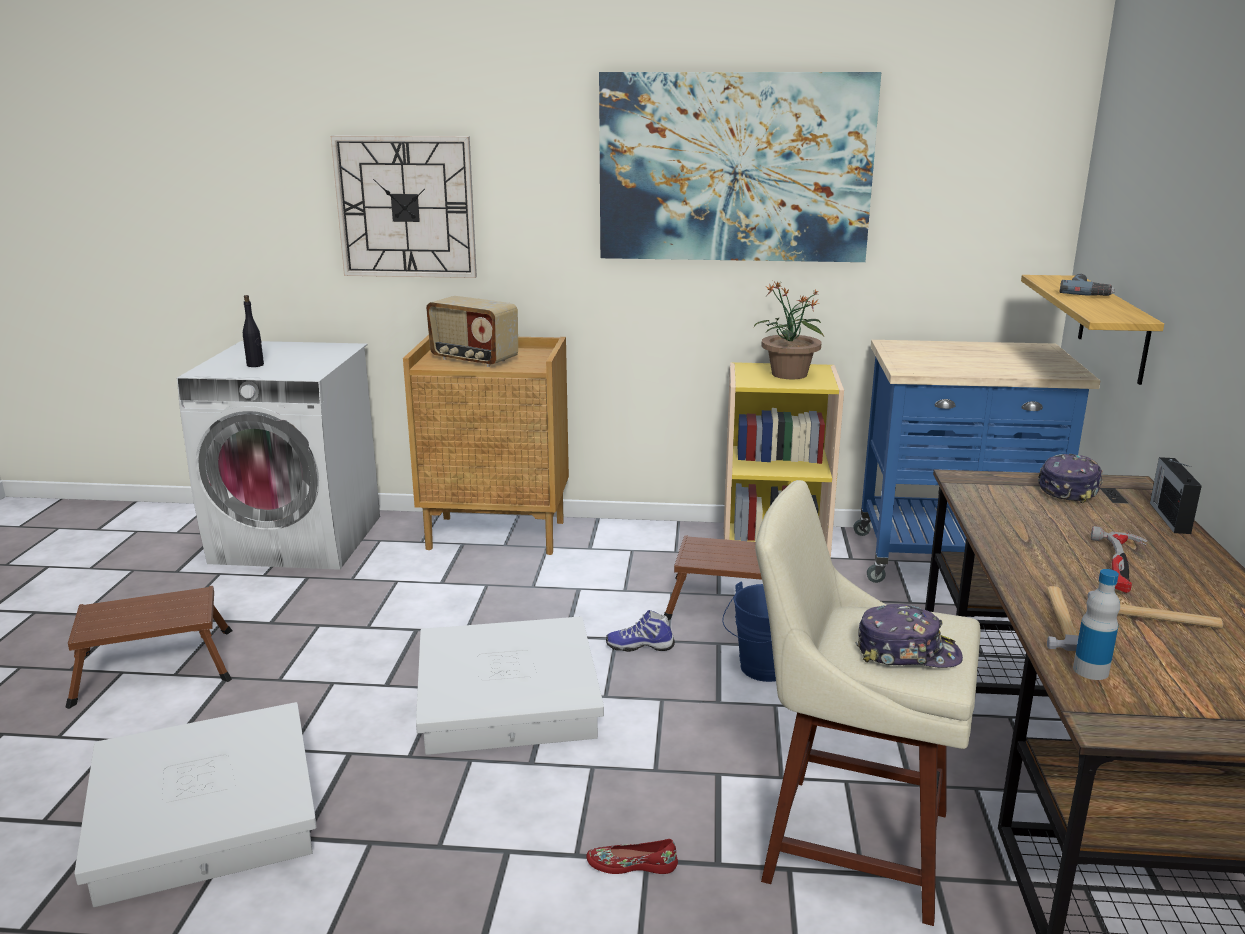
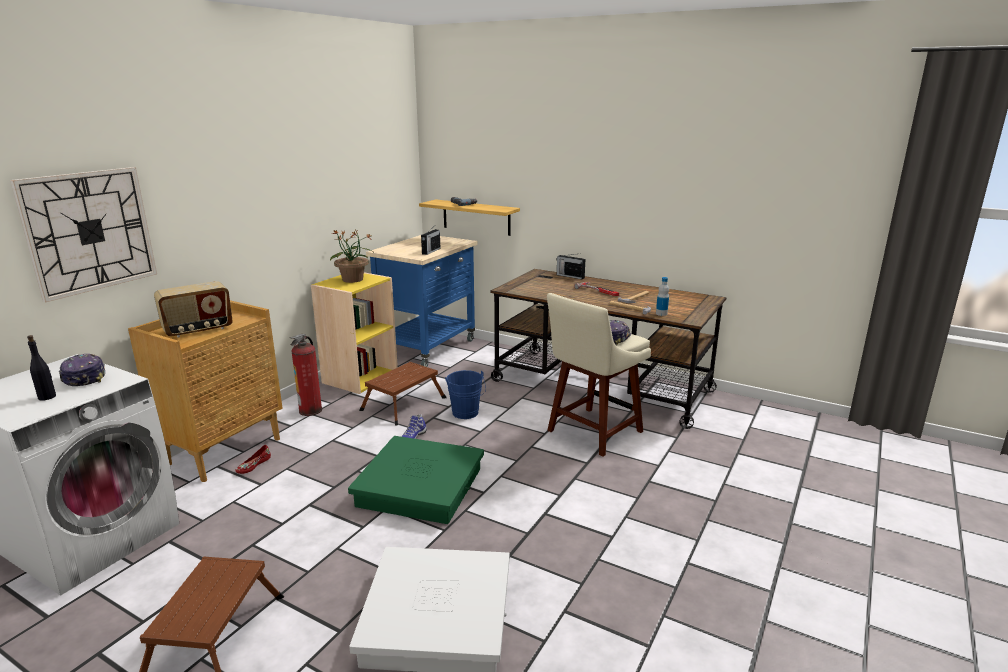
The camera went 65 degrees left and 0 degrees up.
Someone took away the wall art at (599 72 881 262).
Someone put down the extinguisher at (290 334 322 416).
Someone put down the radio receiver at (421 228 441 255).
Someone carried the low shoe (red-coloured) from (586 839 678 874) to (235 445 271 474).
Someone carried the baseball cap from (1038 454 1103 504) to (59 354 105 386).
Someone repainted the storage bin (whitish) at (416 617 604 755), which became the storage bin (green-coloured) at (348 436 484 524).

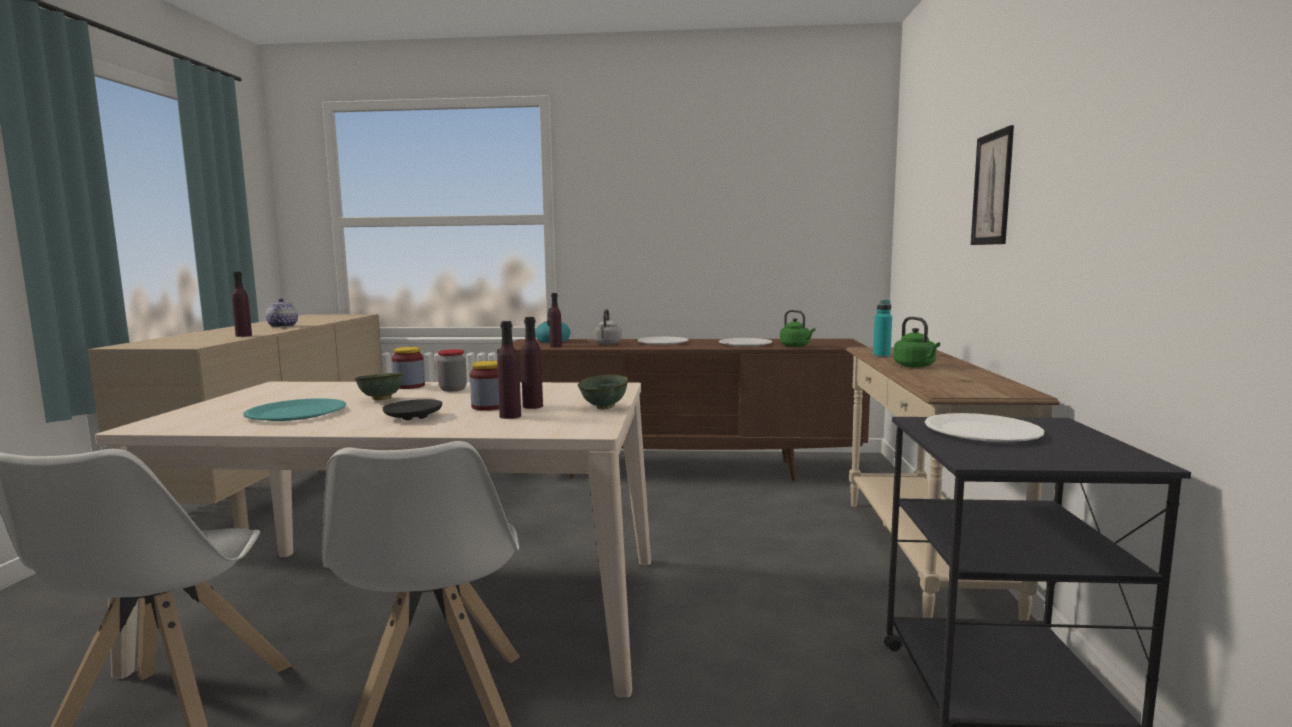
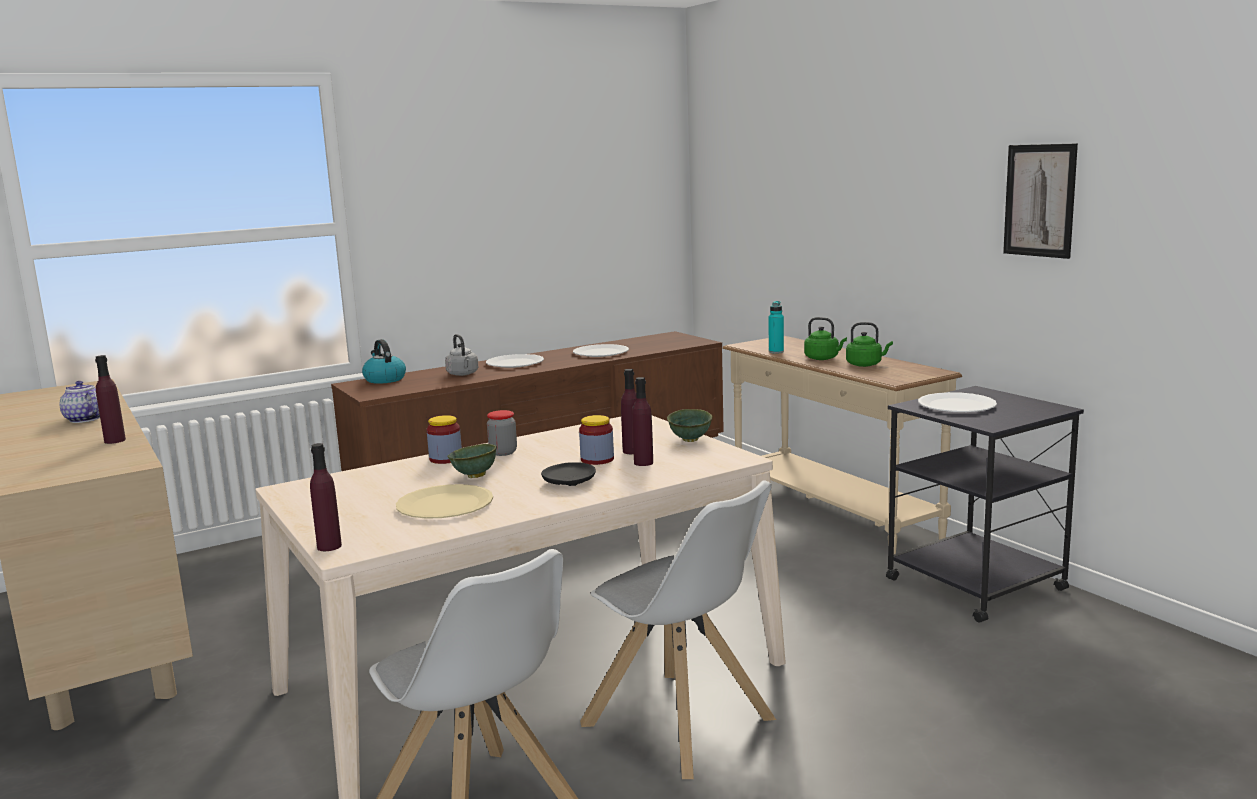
The camera went 35 degrees left and 5 degrees up.
Someone carried the bottle (purplish) from (549 293 562 348) to (310 443 342 551).
Someone carried the tea kettle (green-coloured) from (780 310 815 347) to (846 322 893 367).
Someone carried the wall art from (971 125 1014 245) to (1003 143 1078 259).
Someone repainted the dinner plate (blue-green) at (243 398 346 421), which became the dinner plate (sand-coloured) at (396 484 493 519).

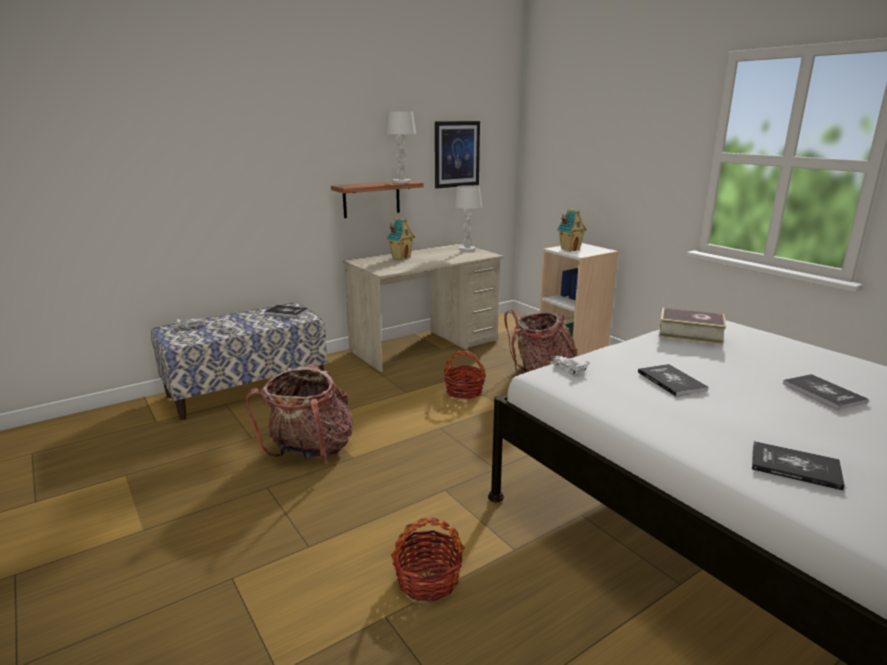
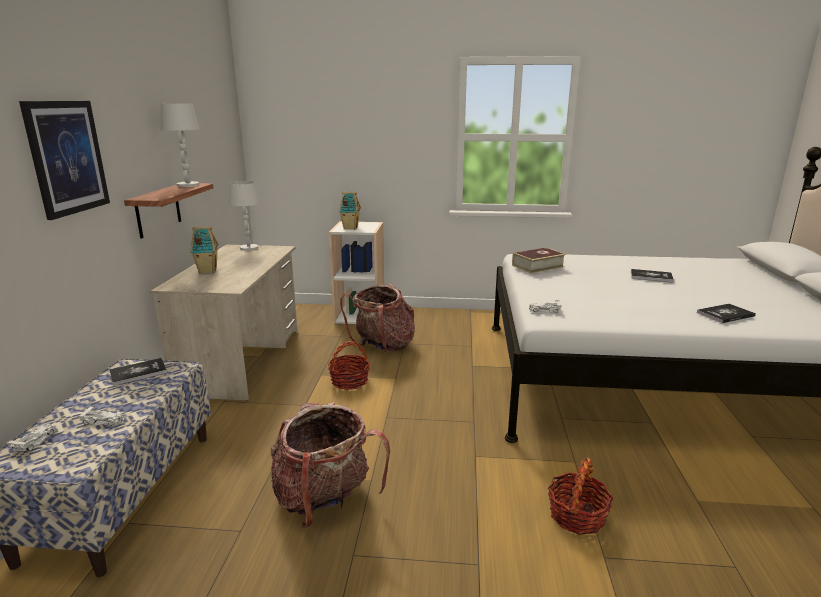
The camera went 50 degrees left and 0 degrees up.
Someone took away the volume at (638 364 709 397).
Someone carried the wall art from (435 121 480 188) to (19 101 110 220).

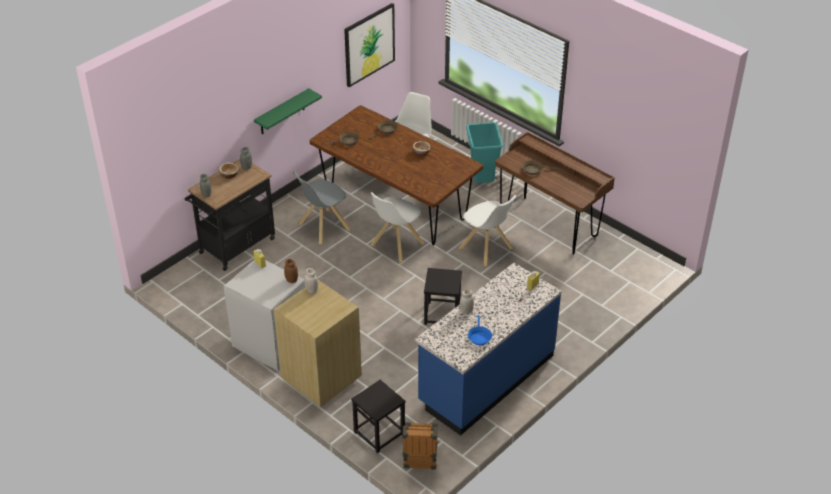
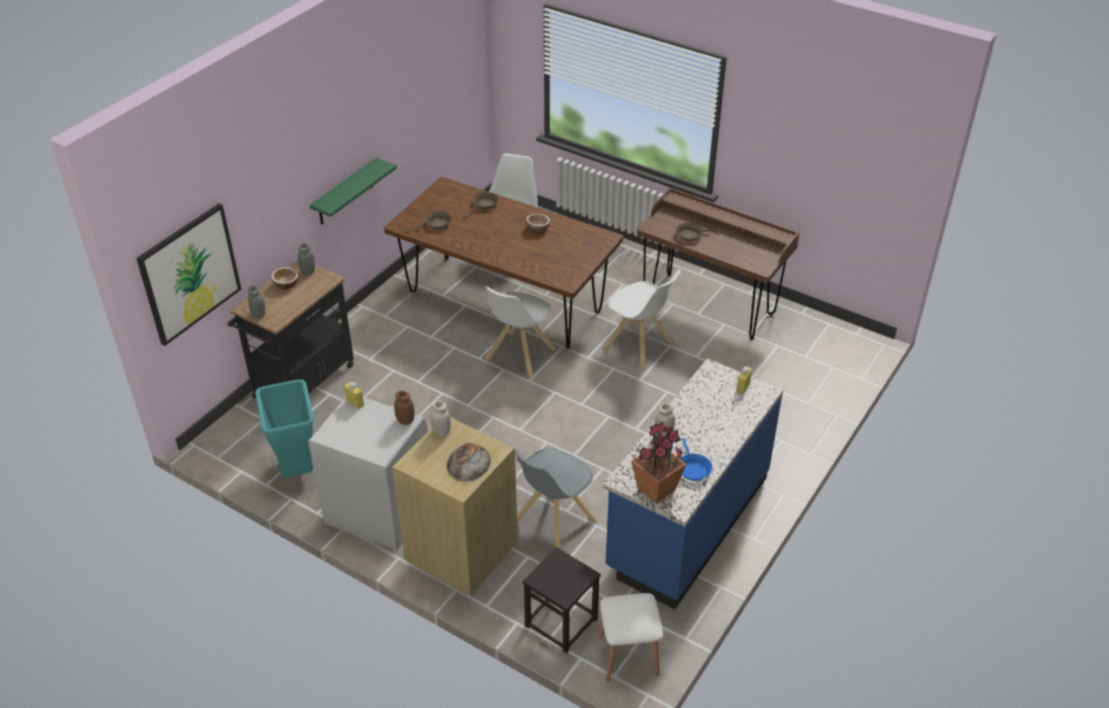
The camera went 10 degrees left and 0 degrees up.
Someone took away the stool (black) at (424 268 462 325).
Someone put down the baked bread at (446 443 491 482).
Someone put down the houseplant at (631 422 686 504).
Someone carried the plain chair (grey) from (293 171 351 244) to (515 448 597 549).
Someone carried the wall art from (344 3 395 87) to (136 203 241 346).
Someone carried the rubbish bin (blue-green) from (466 122 503 183) to (255 379 314 477).
Someone swapped the packing crate at (402 422 438 469) for the stool (whitish) at (599 593 663 681).

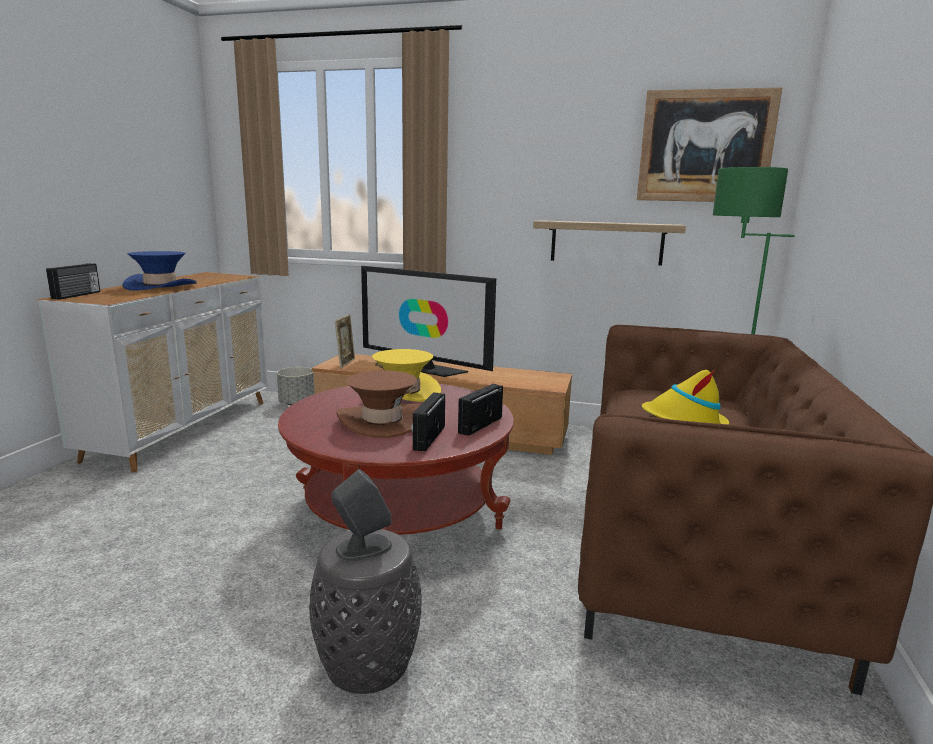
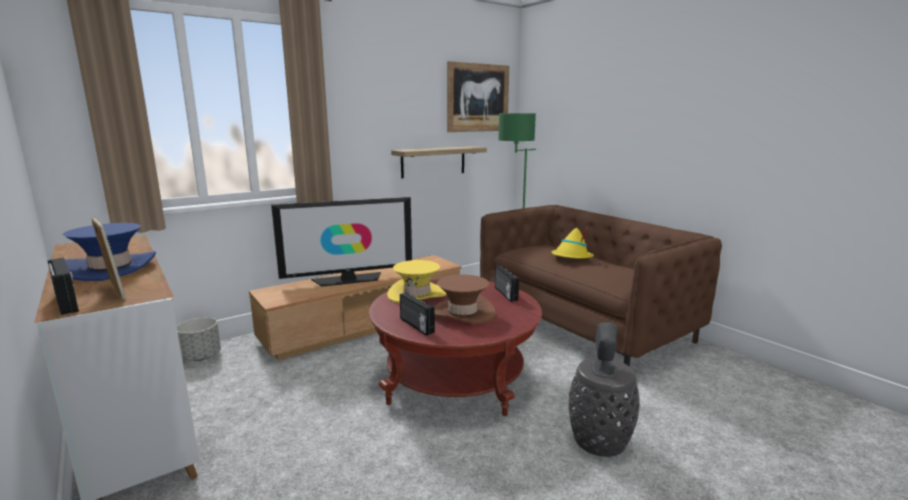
The camera went 50 degrees left and 0 degrees up.
Someone carried the photo frame from (335 314 355 369) to (92 218 126 299).
Someone carried the radio receiver from (411 392 445 451) to (400 292 435 336).

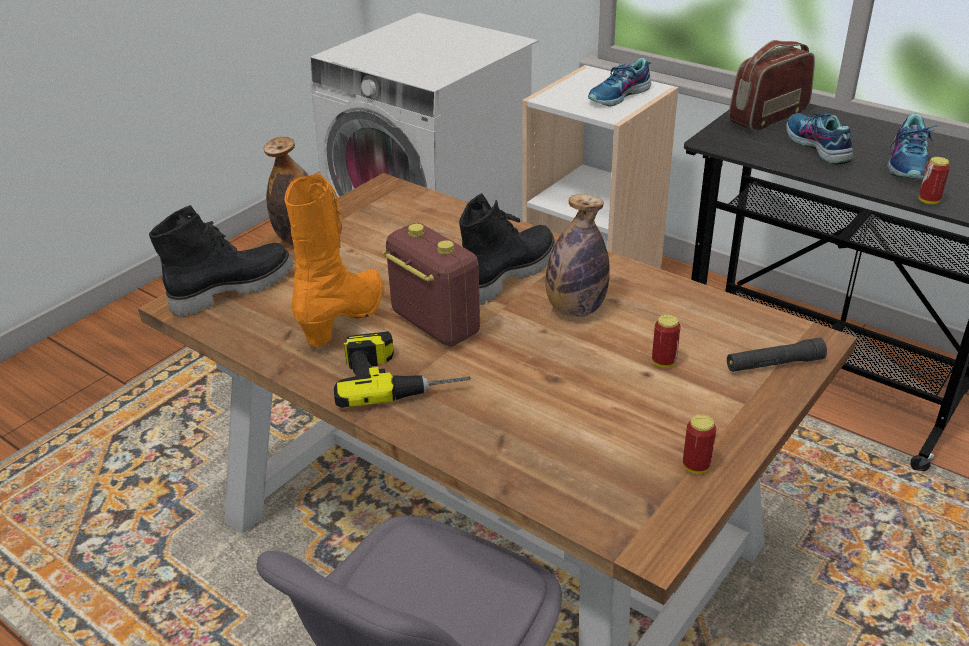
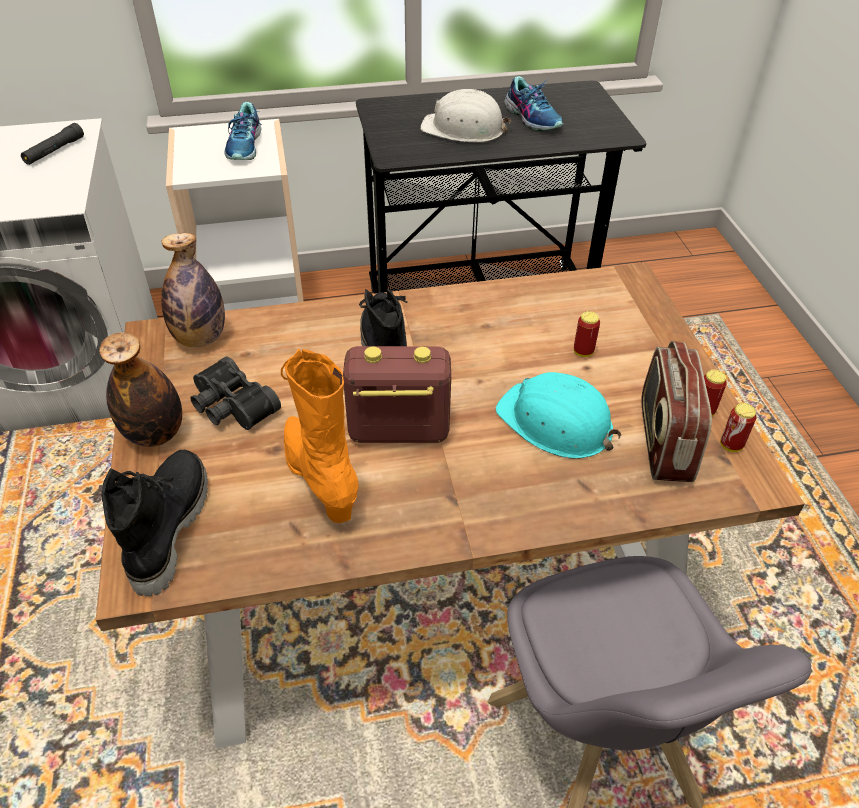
The camera went 50 degrees left and 10 degrees up.
Someone took away the drill at (334 331 471 408).
Someone put down the binoculars (black) at (190 356 281 430).
Someone put down the safety helmet (blue-green) at (495 372 622 459).
Someone carried the bottle from (546 194 610 317) to (161 233 225 347).
Someone carried the hand torch (black) from (727 338 827 372) to (21 123 84 165).
Someone carried the radio receiver from (729 40 815 131) to (641 341 712 482).
Someone carried the can from (918 157 950 204) to (720 403 757 452).
Someone swapped the low shoe at (786 113 854 164) for the safety helmet (whitish) at (420 89 511 143).

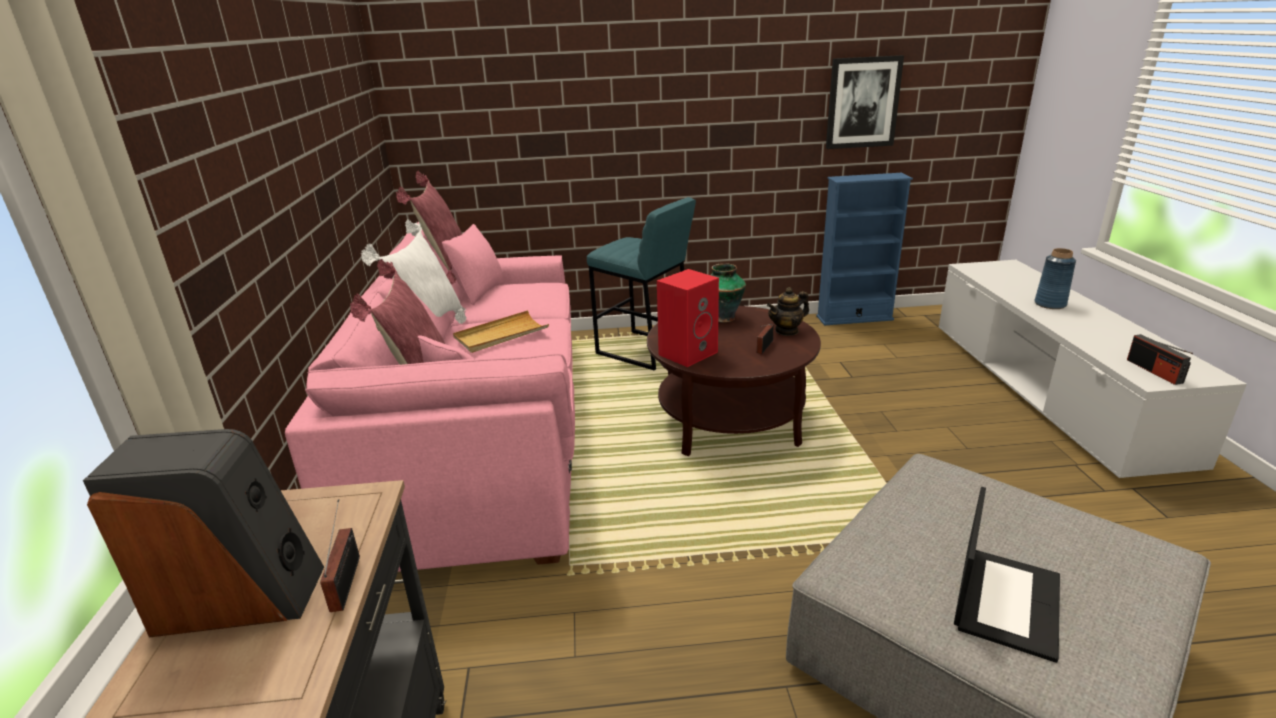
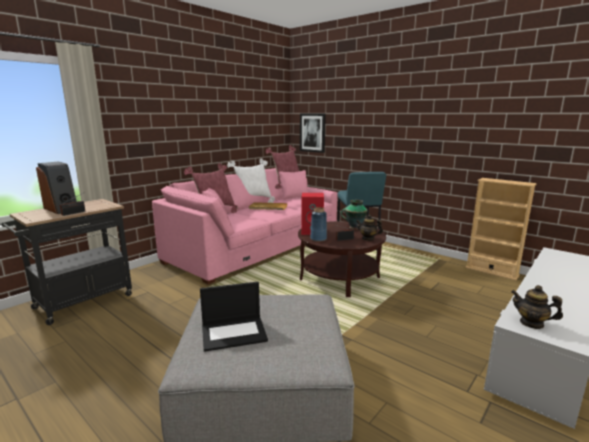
The camera went 45 degrees right and 10 degrees down.
Someone carried the wall art from (826 55 904 149) to (300 114 326 153).
Someone carried the vase (bluish) from (1034 248 1076 309) to (310 207 327 242).
Someone swapped the radio receiver at (1127 334 1193 385) for the pot for tea at (511 285 563 329).
Someone repainted the shelving unit (bluish) at (816 173 913 325), which became the shelving unit (sand-coloured) at (465 178 537 280).

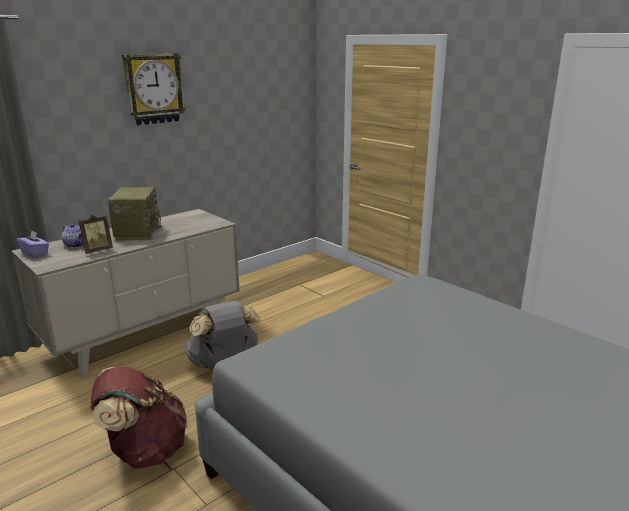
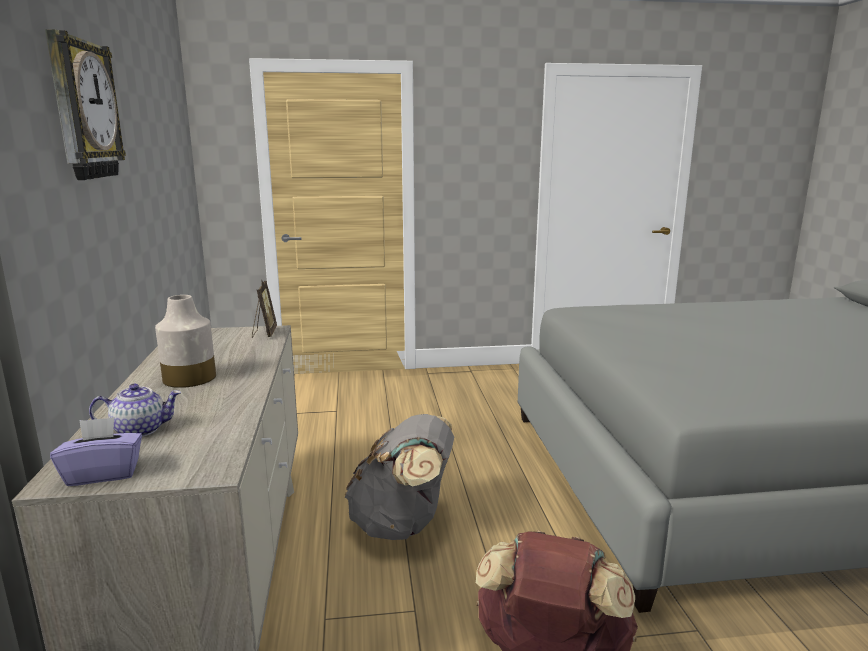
The camera went 55 degrees left and 5 degrees down.
Someone carried the photo frame from (79 215 113 254) to (252 279 277 338).
Someone swapped the radio receiver at (108 187 162 241) for the vase (sand-coloured) at (155 295 216 388).

